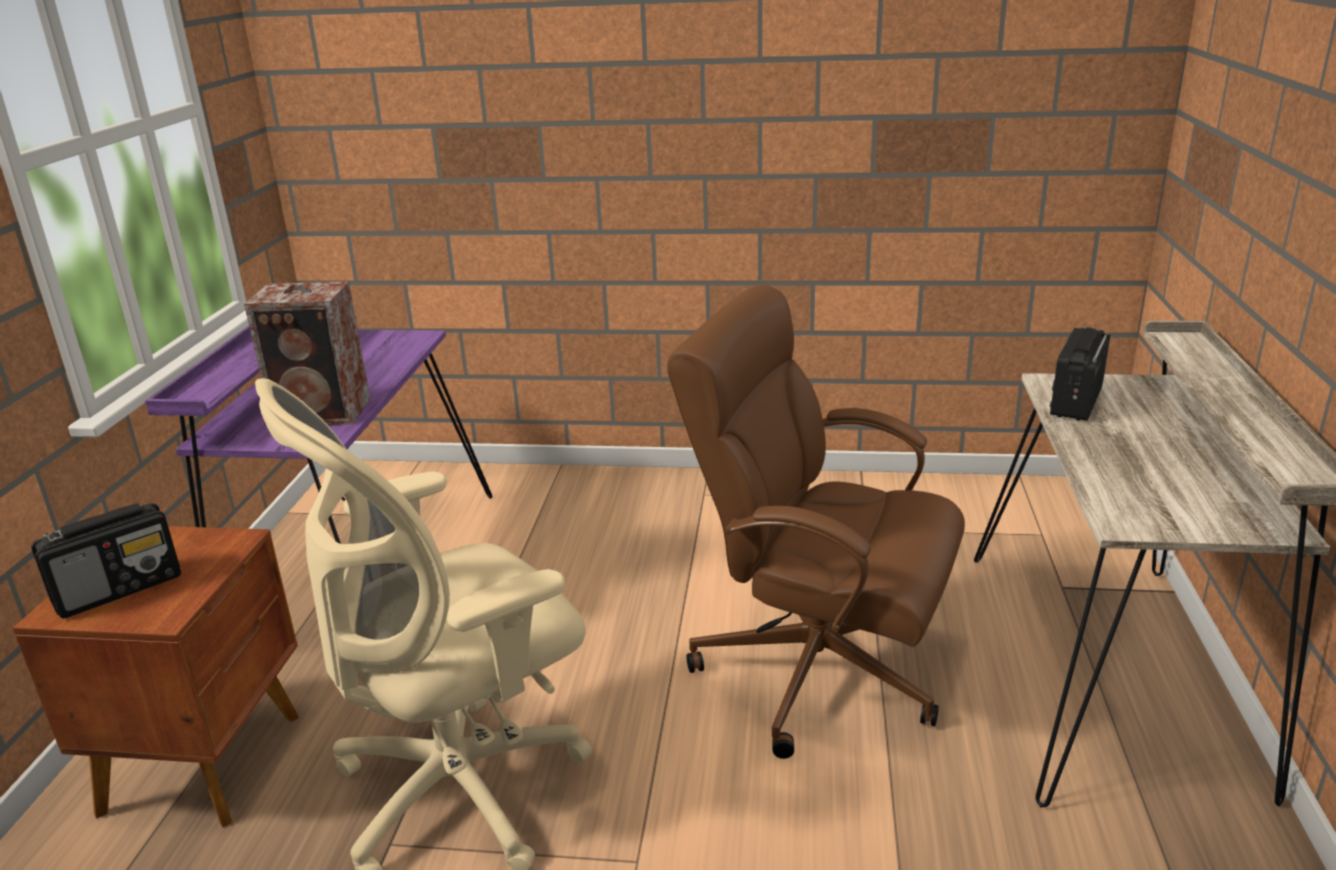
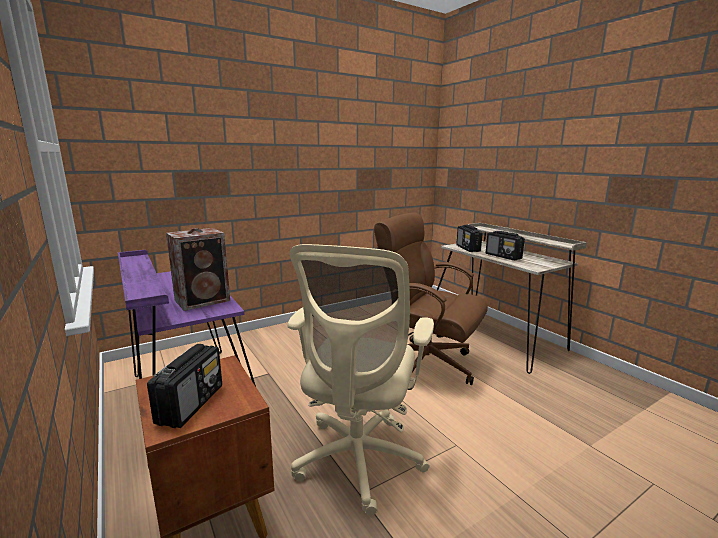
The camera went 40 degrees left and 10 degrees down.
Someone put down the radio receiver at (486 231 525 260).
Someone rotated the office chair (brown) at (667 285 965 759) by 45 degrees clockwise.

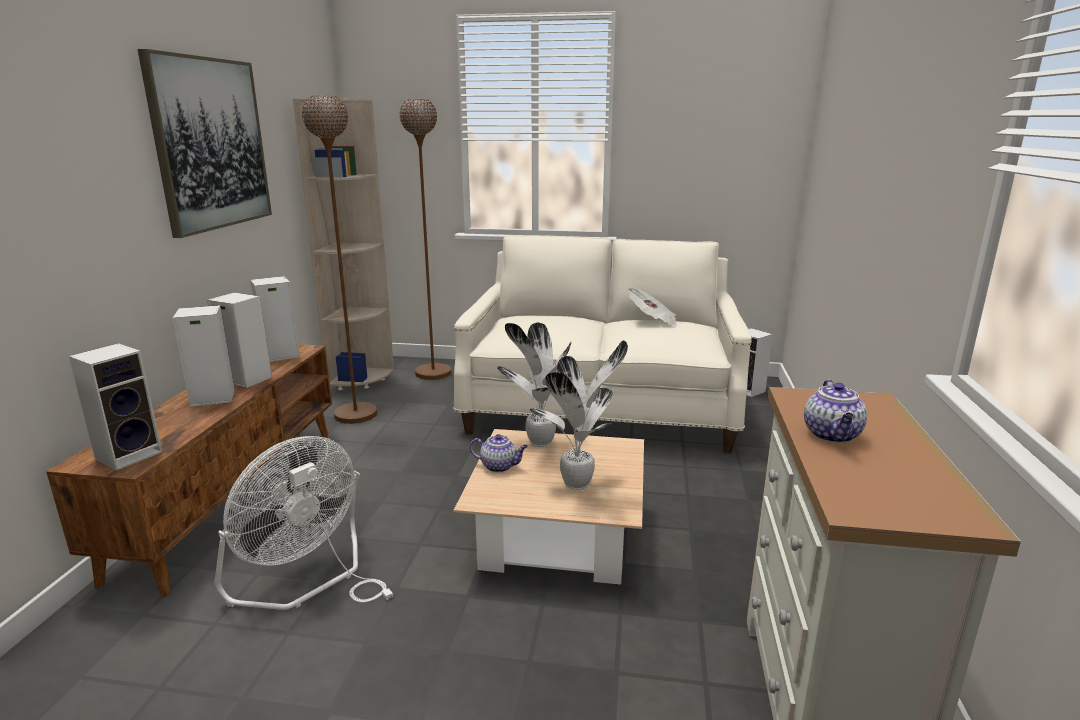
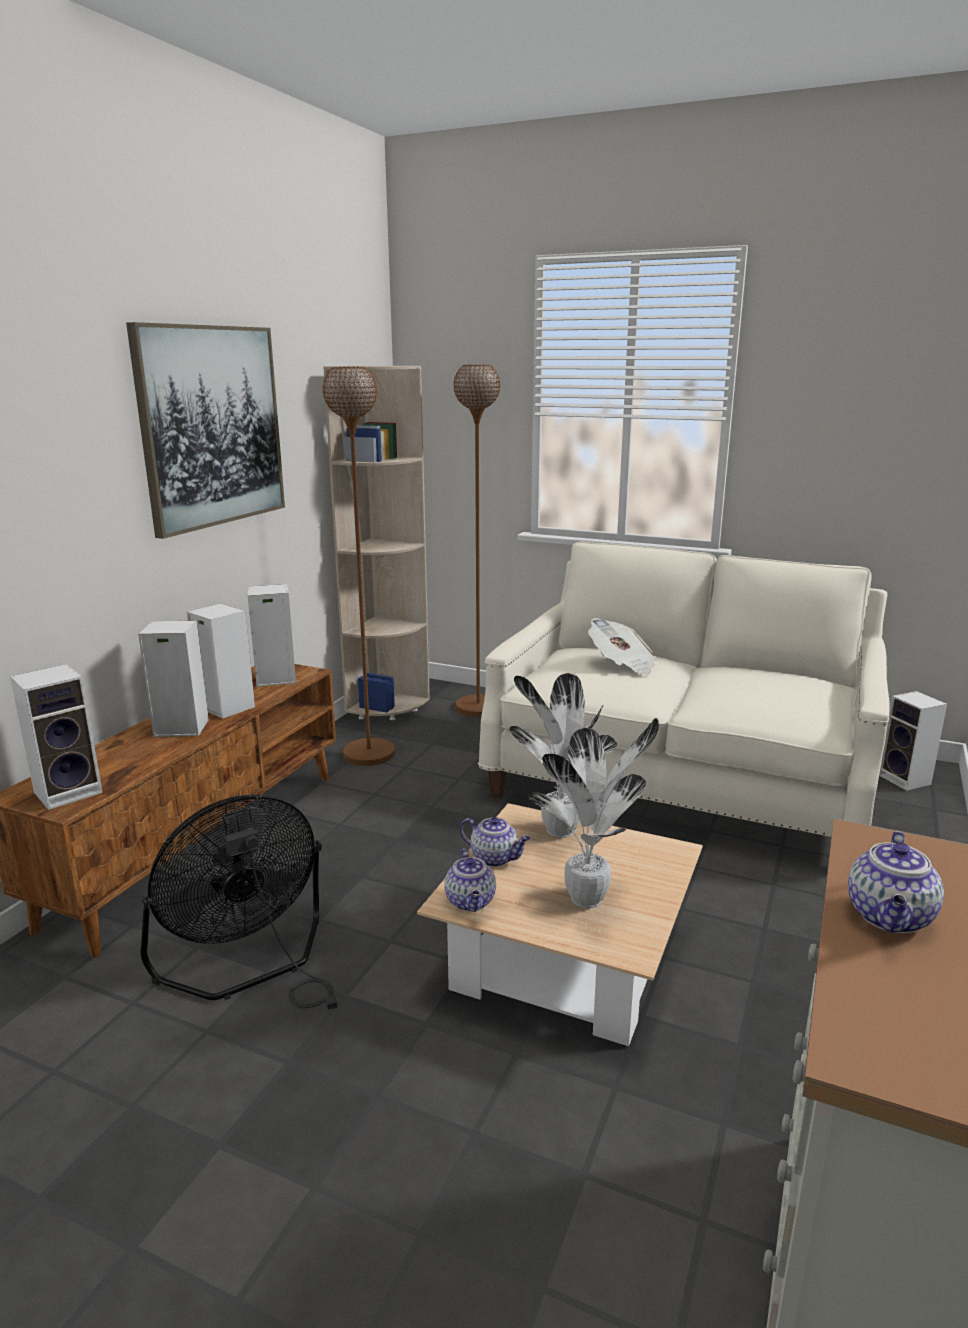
The camera went 15 degrees right and 0 degrees up.
Someone put down the pot for tea at (444 849 496 912).
Someone carried the daily paper from (627 287 677 326) to (588 618 658 676).
Someone repainted the fan (whitish) at (215 436 393 610), which became the fan (black) at (140 795 337 1010).

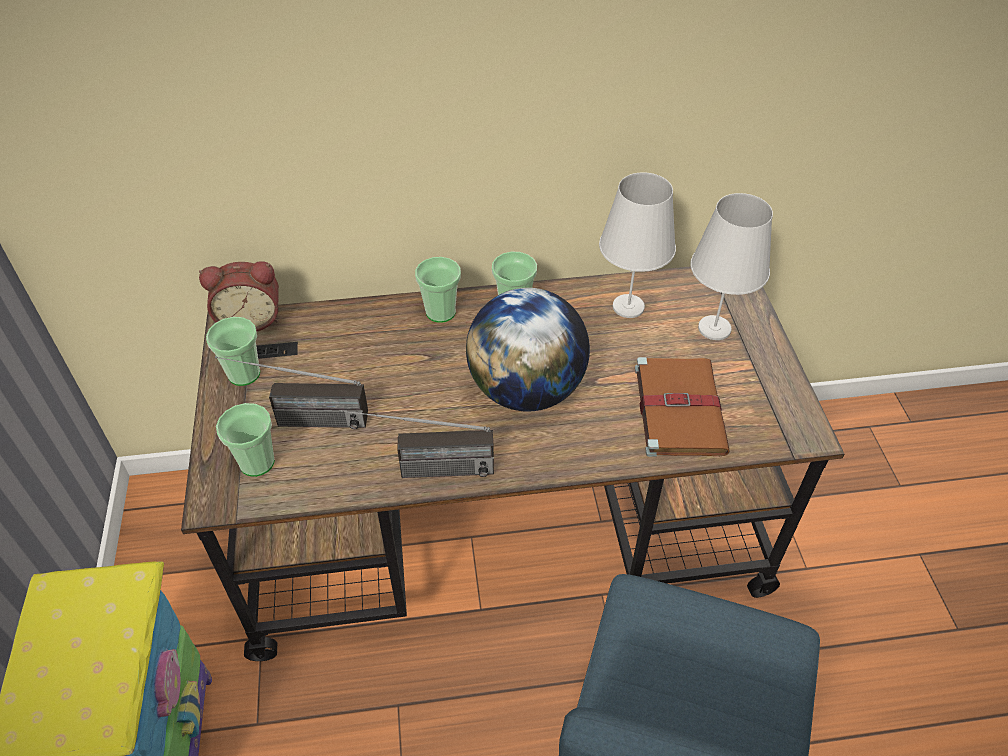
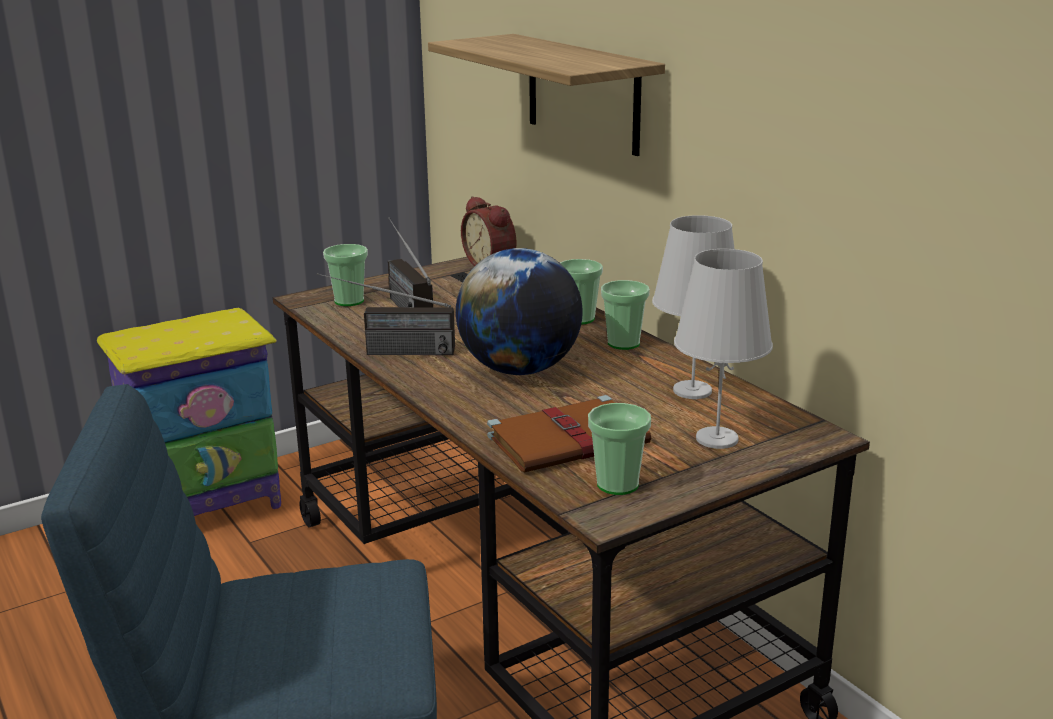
The camera went 65 degrees right and 25 degrees down.
Someone put up the wall shelf at (428 34 665 156).
Someone carried the small cup from (206 317 260 386) to (588 403 651 495).
Someone rotated the radio receiver at (341 410 494 478) by 60 degrees counterclockwise.

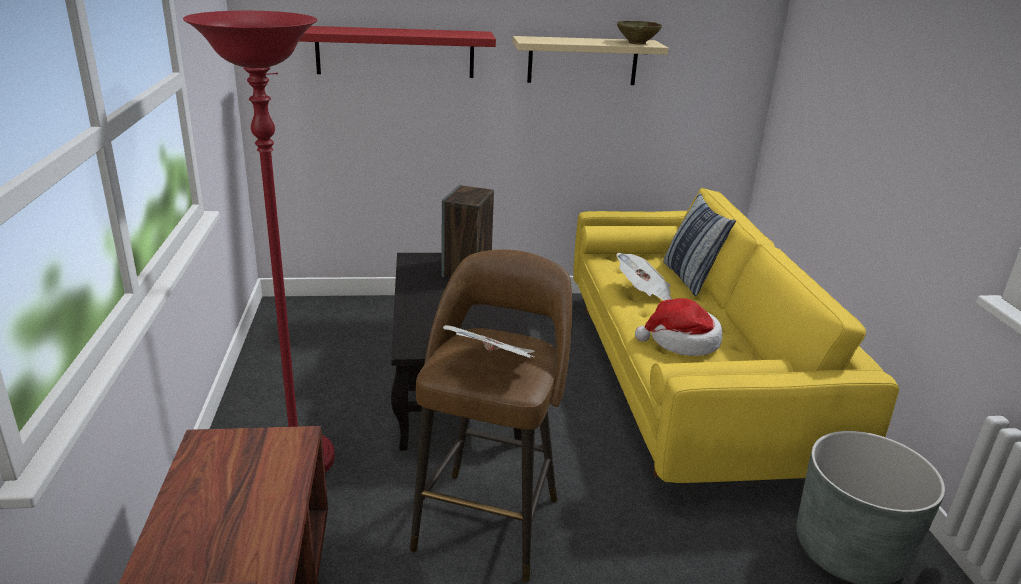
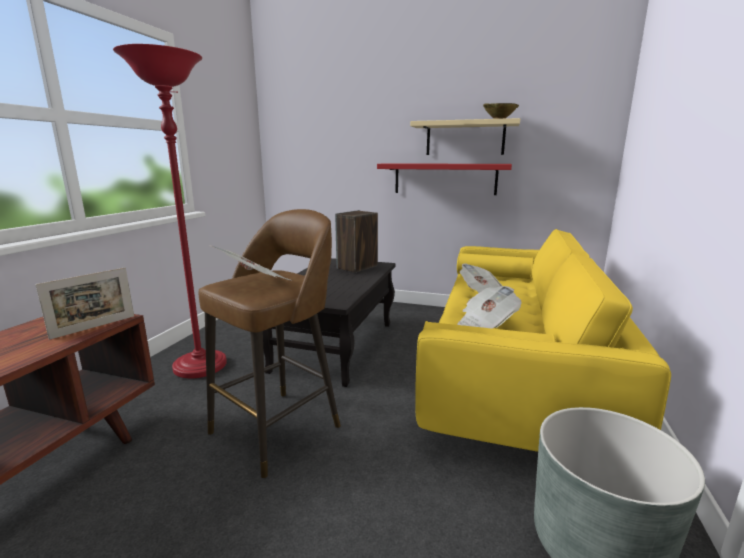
The camera went 25 degrees right and 10 degrees down.
Someone took away the throw pillow at (663 193 736 296).
Someone put down the photo frame at (35 267 134 340).
Someone carried the wall shelf (red-coloured) from (299 26 496 78) to (377 163 512 195).
Someone swapped the wearable hat at (635 298 722 356) for the daily paper at (457 286 521 329).

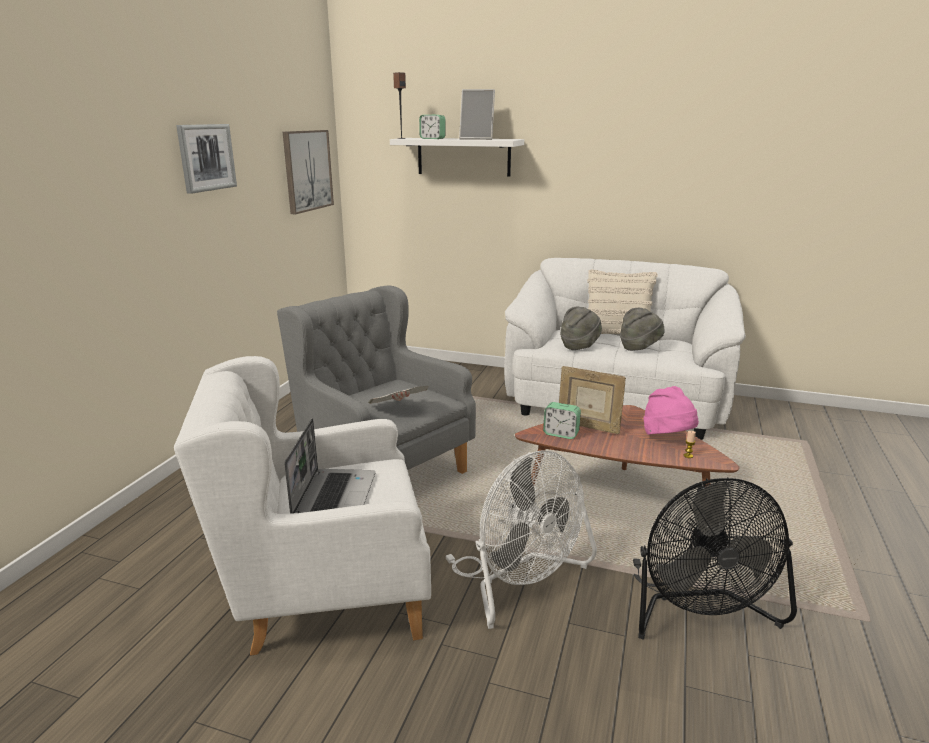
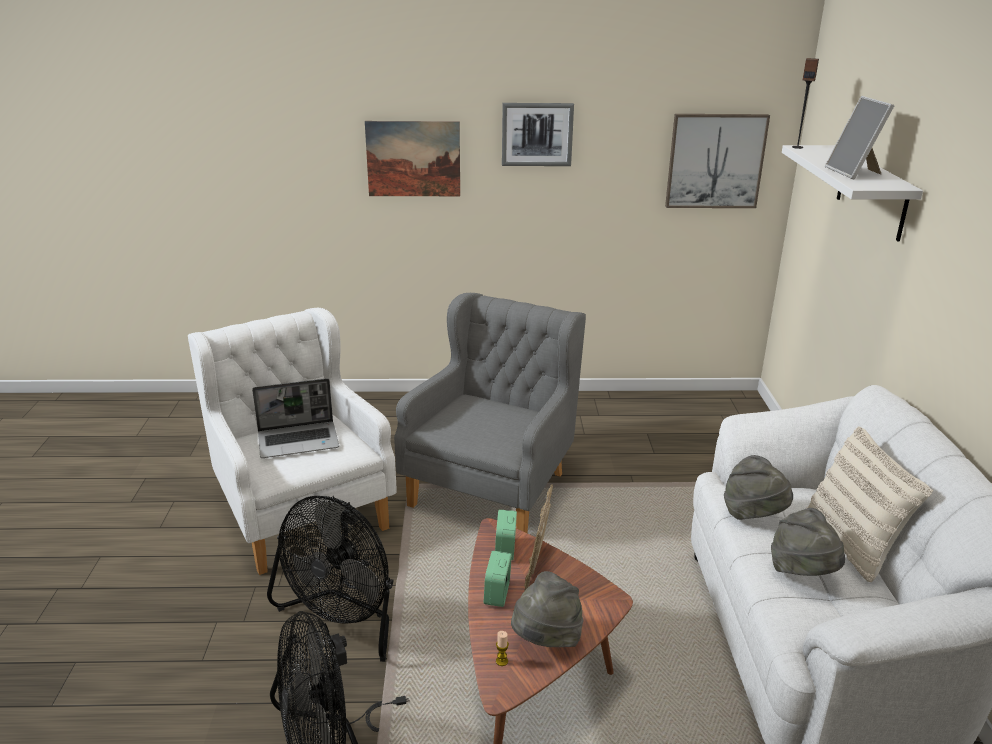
The camera went 70 degrees right and 5 degrees up.
Someone took away the daily paper at (368 386 428 404).
Someone put up the wall art at (365 121 460 196).
Someone carried the bedside clock from (419 114 446 139) to (484 551 512 607).
Someone repainted the fan (whitish) at (446 450 597 629), which became the fan (black) at (267 496 393 662).
Someone repainted the wearable hat (pink-coloured) at (643 386 699 435), which became the wearable hat (grey) at (511 571 583 647).

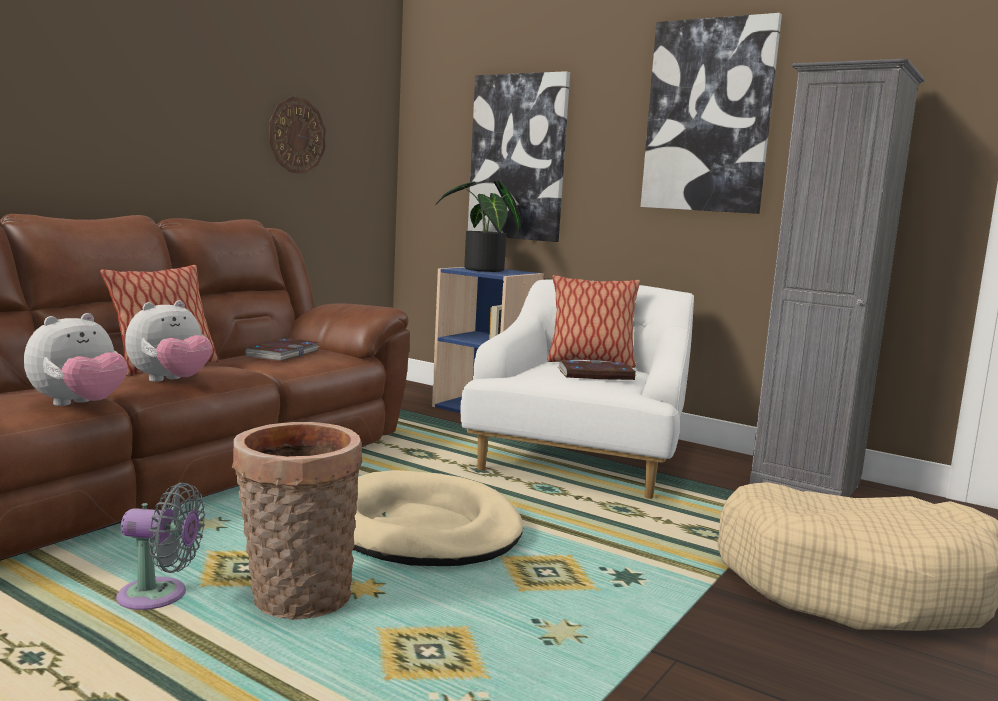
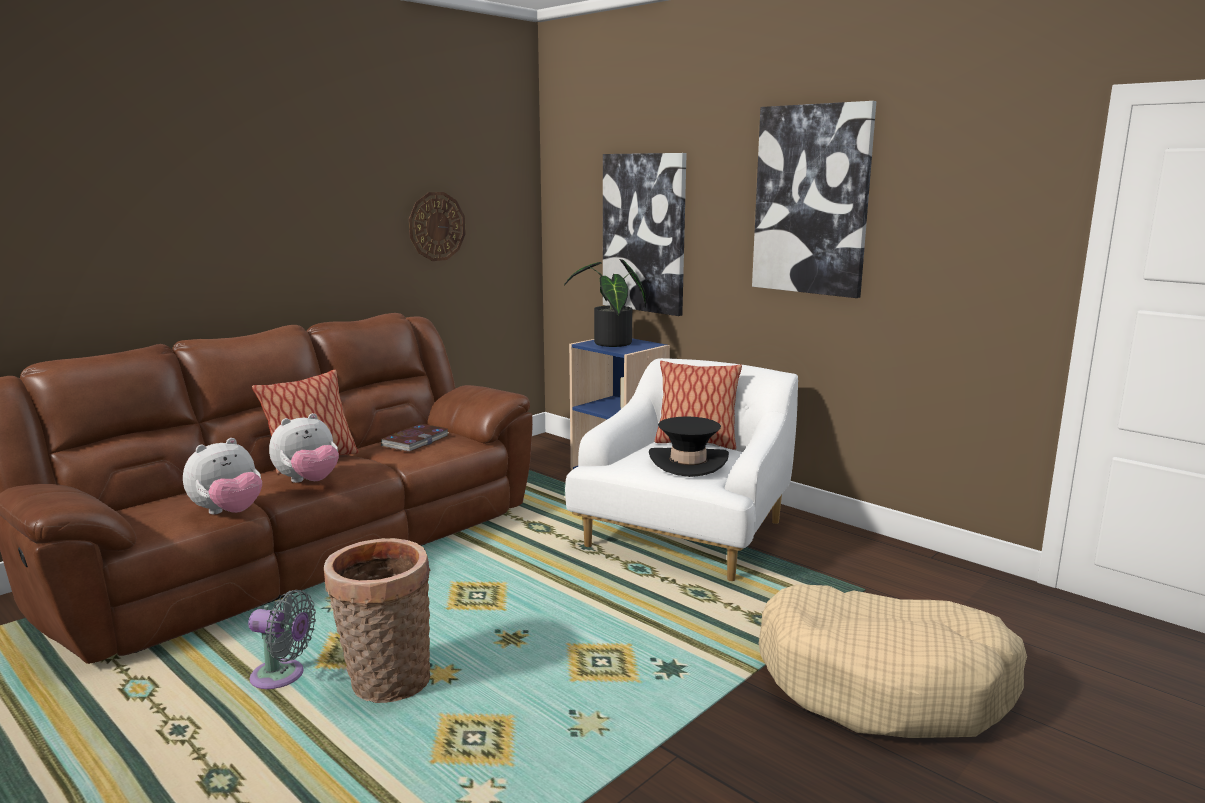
The camera went 10 degrees right and 5 degrees up.
Someone took away the dog cushion (sand-coloured) at (353 470 523 566).
Someone took away the cupboard (grey) at (750 59 925 497).
Someone swapped the volume at (558 360 636 380) for the wearable hat (black) at (649 416 729 477).

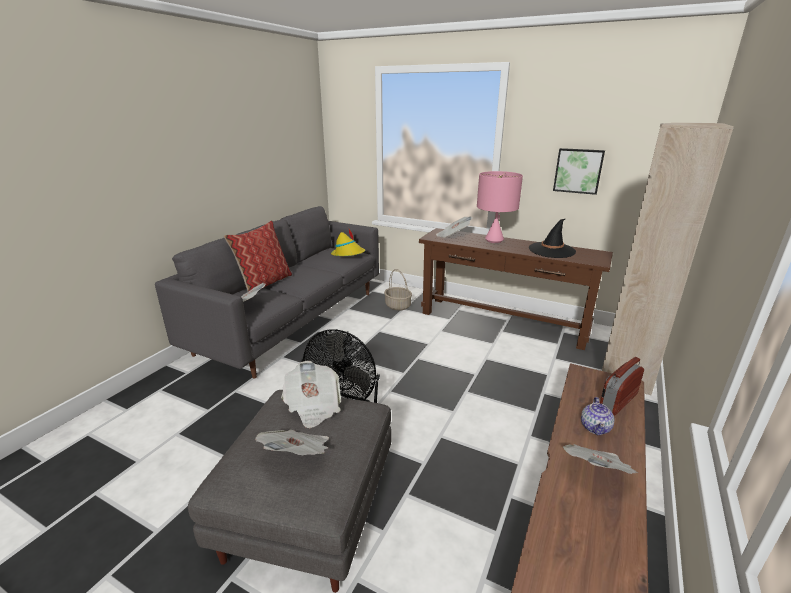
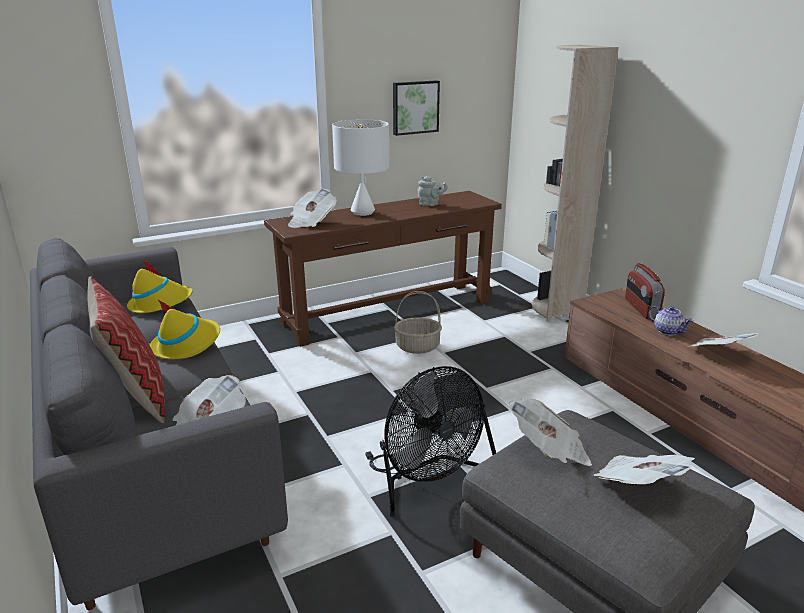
The camera went 55 degrees left and 0 degrees up.
Someone put down the wearable hat (yellow-coloured) at (150 299 220 359).
Someone carried the household basket from (384 269 412 311) to (394 291 442 354).
Someone swapped the wearable hat (black) at (529 219 576 258) for the pot for tea (grey) at (417 176 448 206).
Someone repainted the tabletop lamp (pink-coloured) at (477 171 523 243), which became the tabletop lamp (whitish) at (332 119 389 216).

